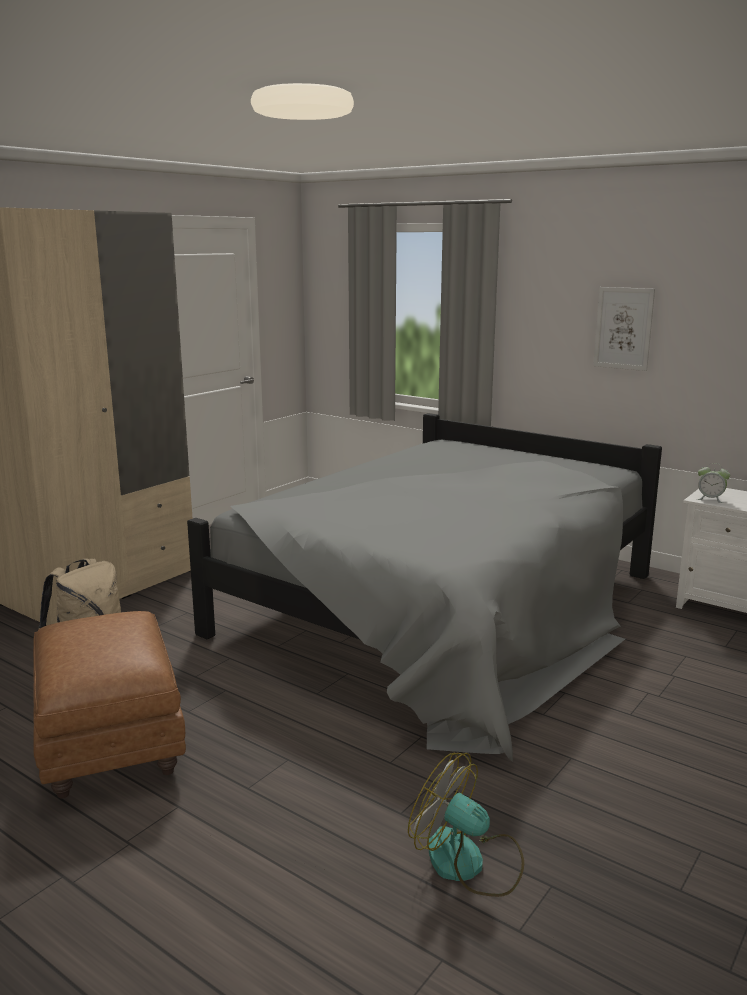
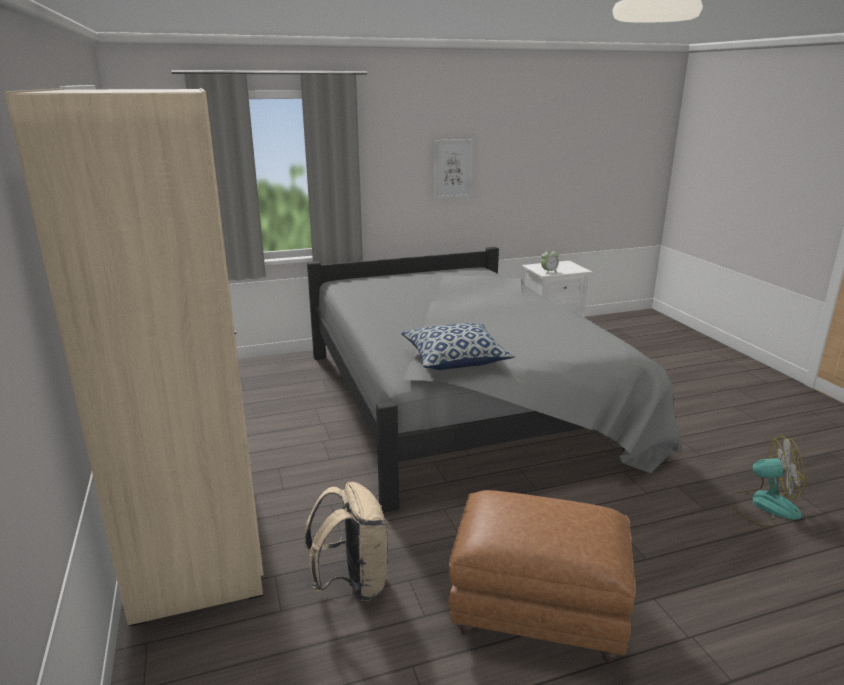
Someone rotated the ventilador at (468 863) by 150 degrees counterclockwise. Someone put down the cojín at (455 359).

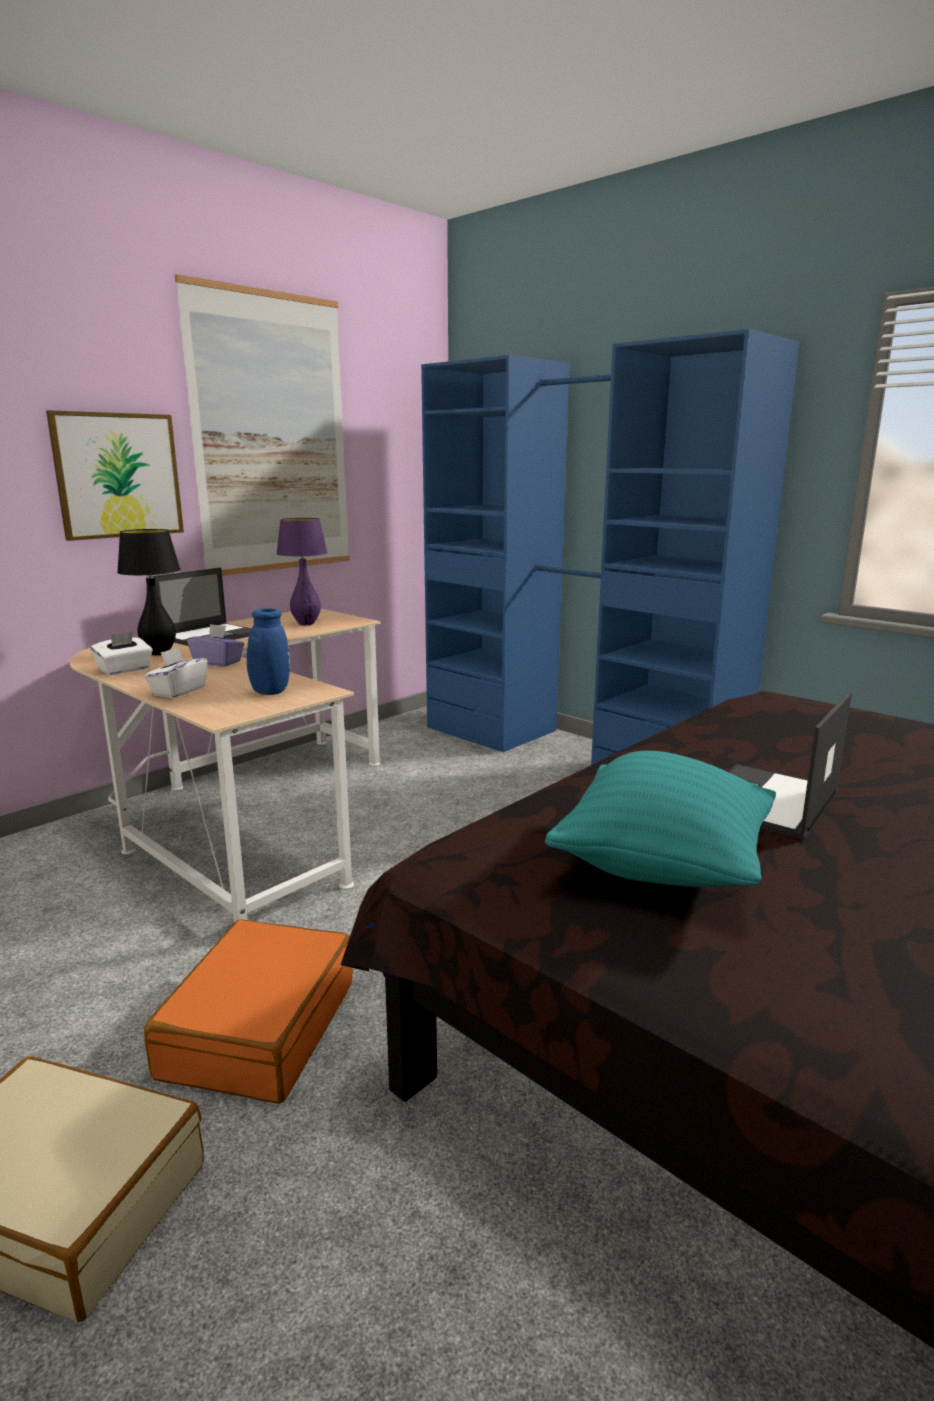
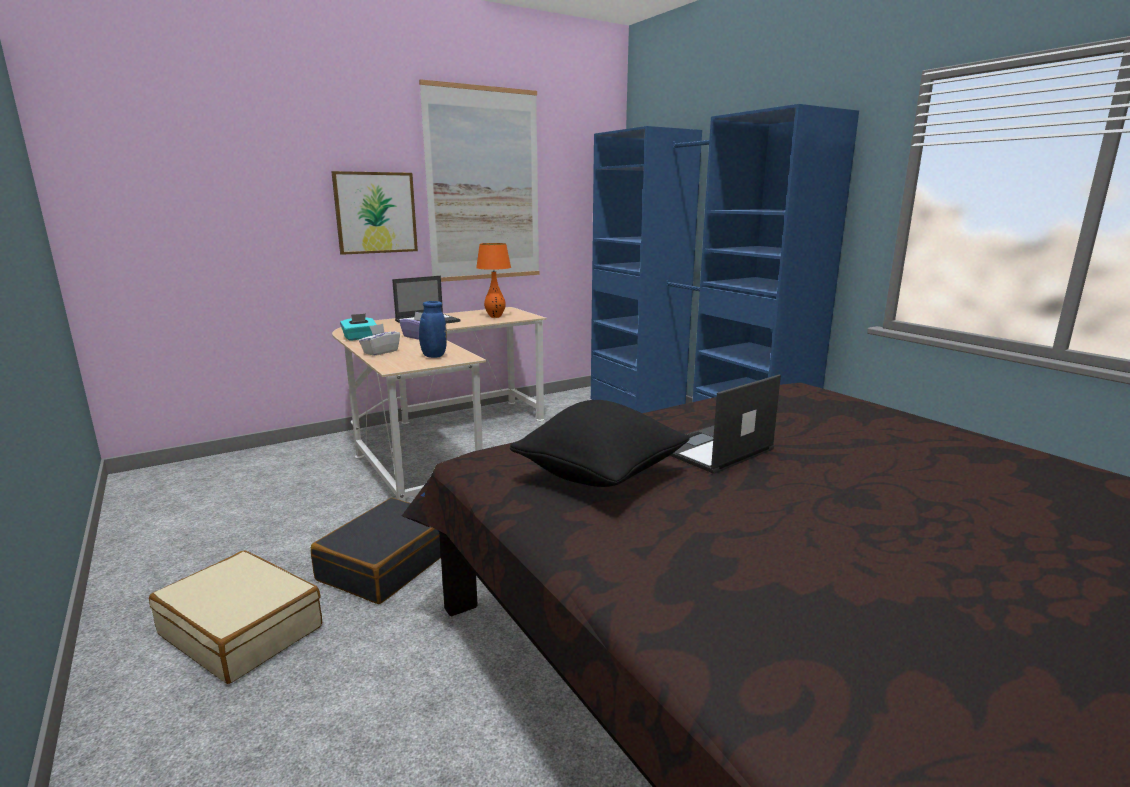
Someone repainted the caja de pañuelos/blanco at (125 670), which became the caja de pañuelos/turquesa at (360 338). Someone took away the lámpara de mesa/negro at (159 653). Someone repainted the maleta/naranja at (259 1028), which became the maleta/negro at (386 563). Someone repainted the lámpara de mesa/morado at (306 624), which became the lámpara de mesa/naranja at (495 317). Someone repainted the cojín/turquesa at (663 866), which became the cojín/negro at (600 477).

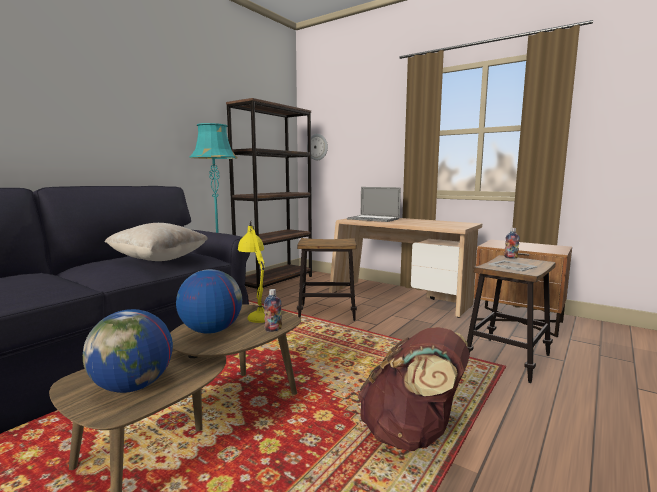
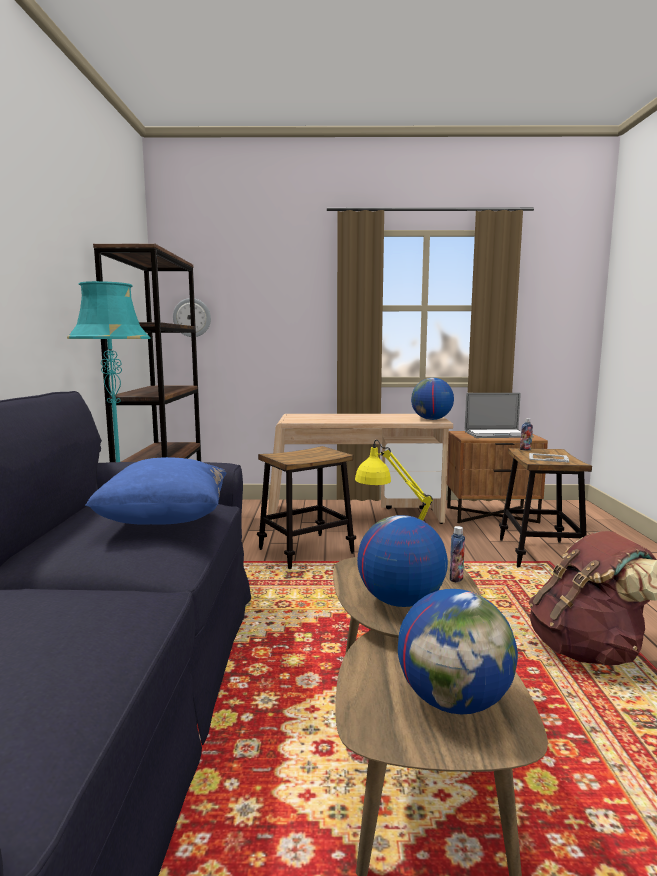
Someone repainted the cojín/beis at (159 260), which became the cojín/azul at (165 521). Someone carried the portátil from (373 219) to (497 434). Someone put down the globo terráqueo at (431 419).

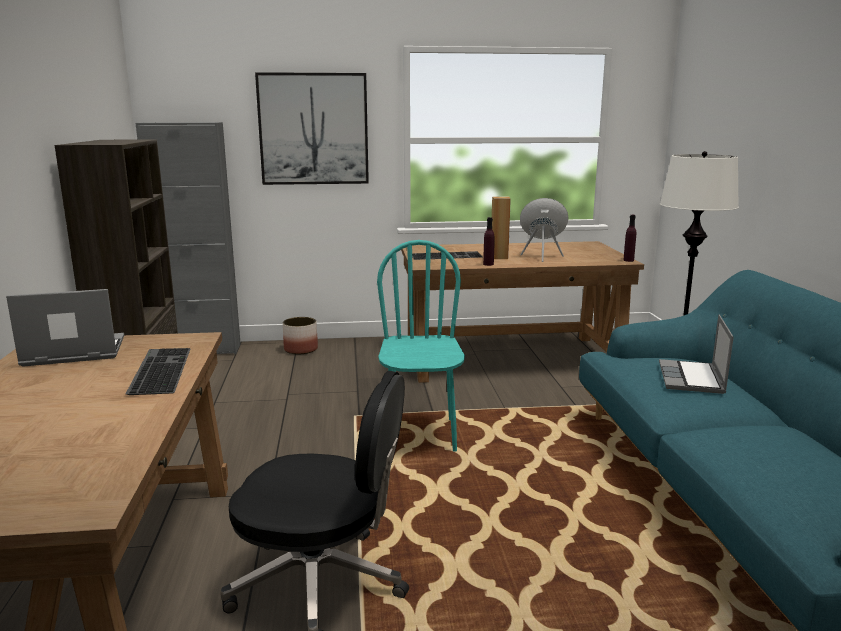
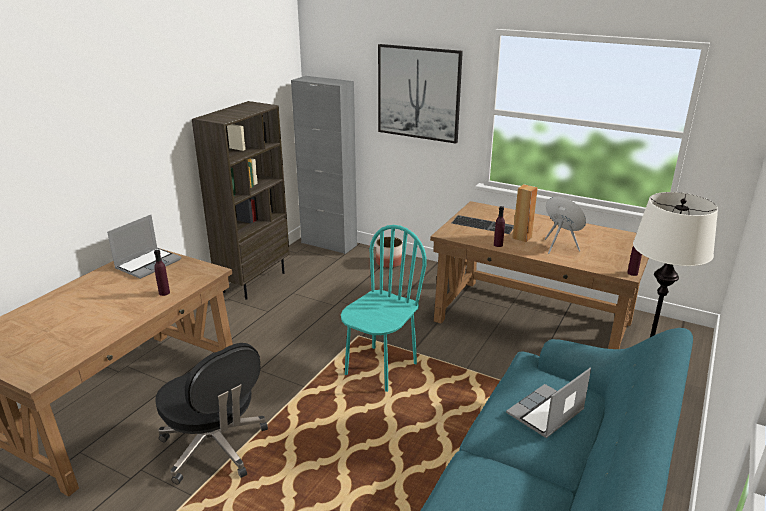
Someone rotated the portátil at (73 352) by 105 degrees clockwise. Someone swapped the teclado at (158 370) for the botella/morado at (164 293).

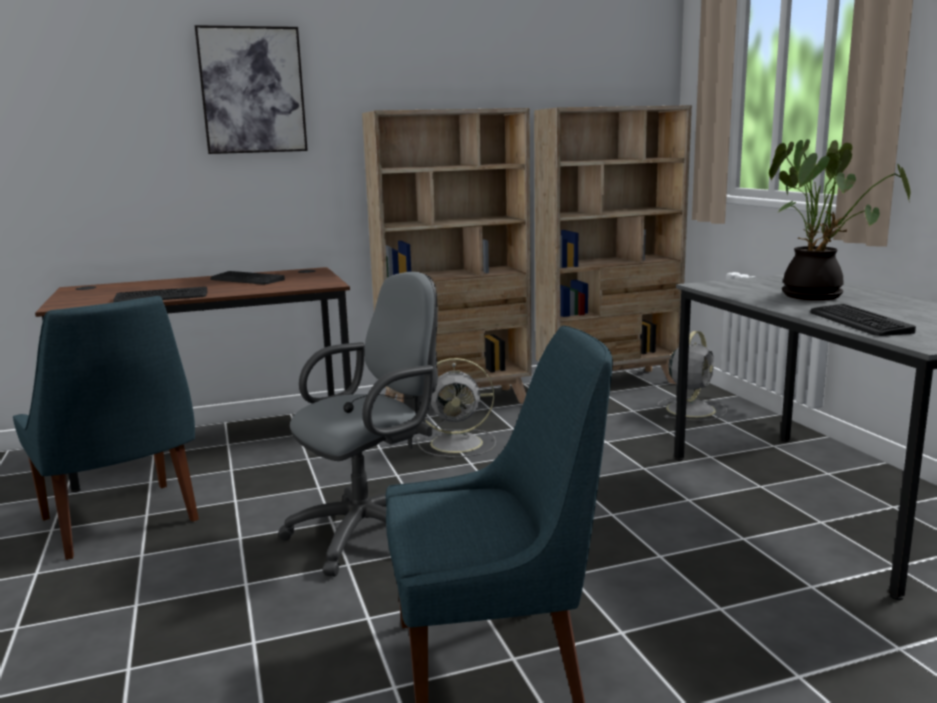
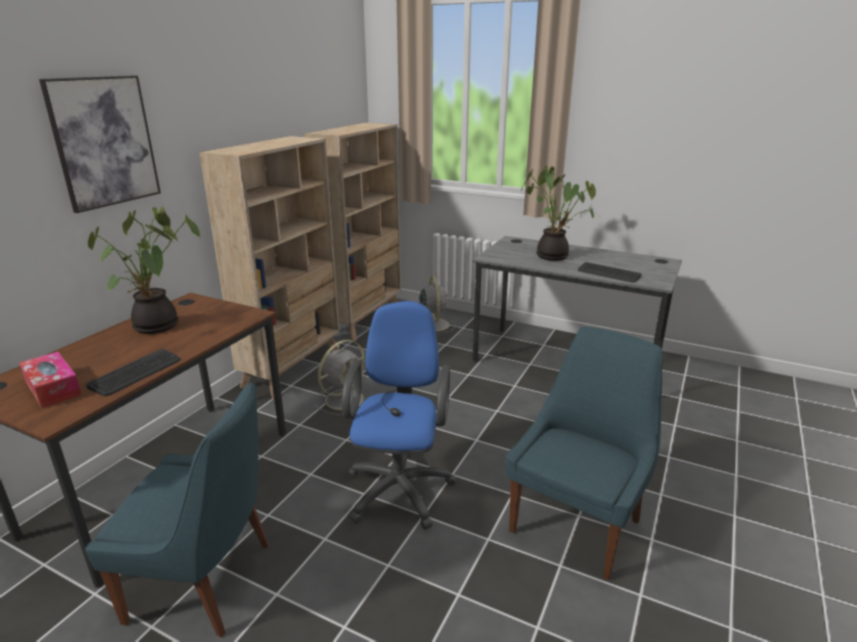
Someone swapped the teclado at (246 279) for the planta en maceta at (158 327). Someone repainted the silla de oficina/gris at (373 532), which became the silla de oficina/azul at (400 486). Someone put down the caja de pañuelos at (53 388).

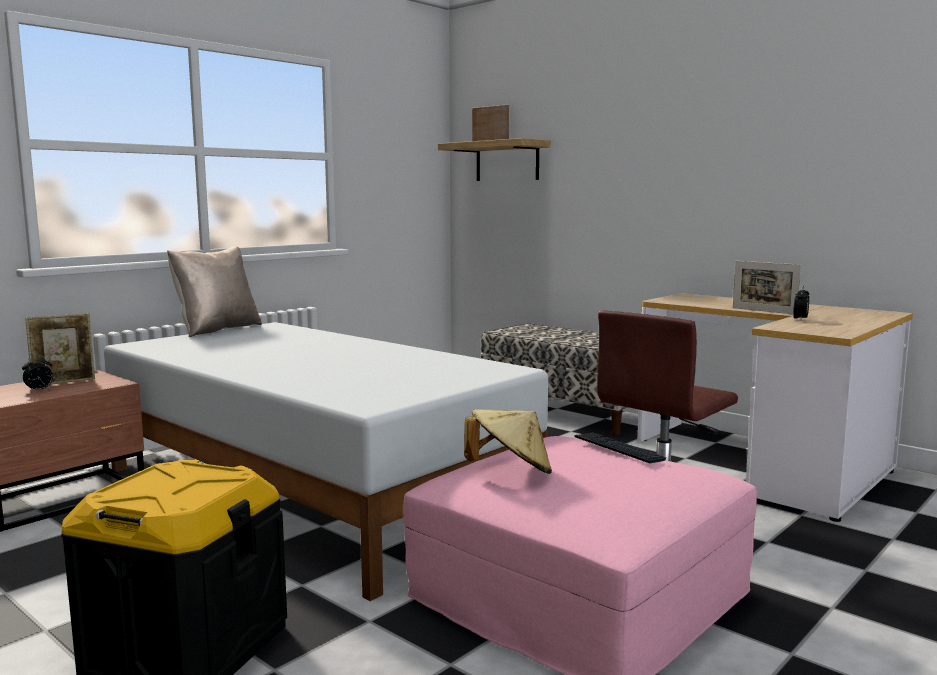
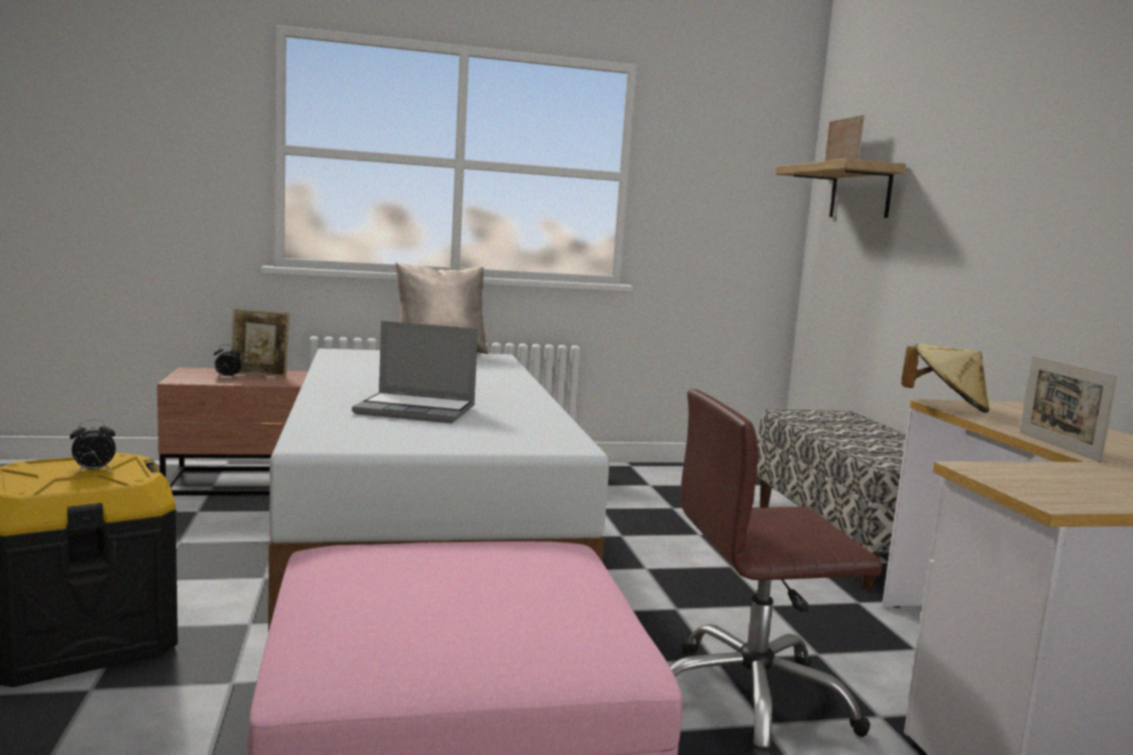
Someone carried the sombrero/beis from (510 471) to (946 406). Someone took away the teclado at (618 449). Someone carried the despertador from (800 319) to (93 471). Someone put down the portátil at (417 410).

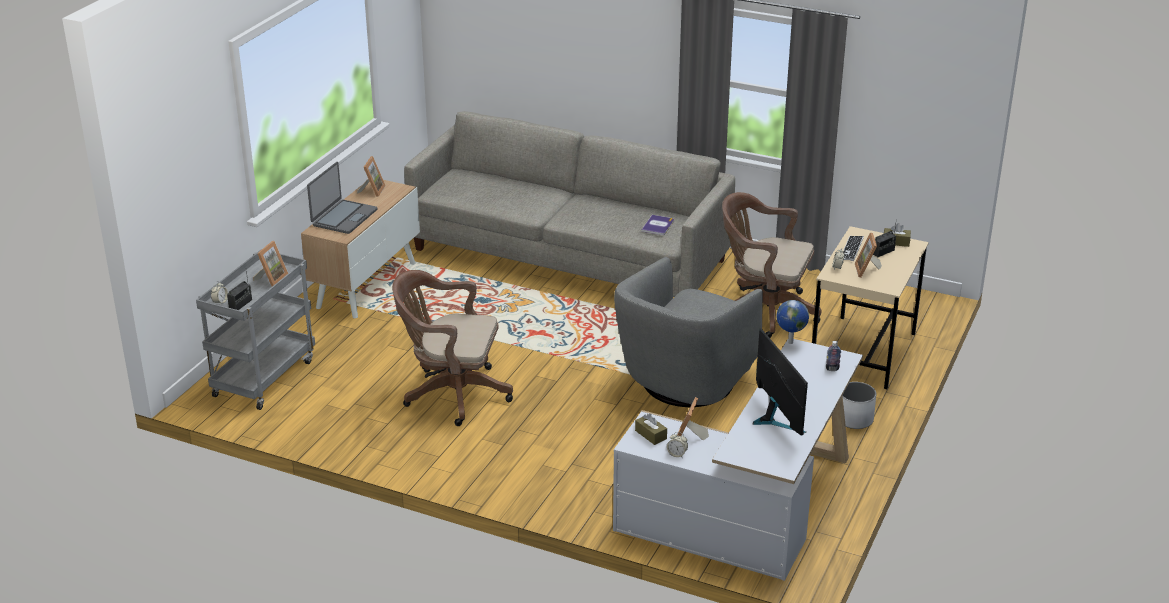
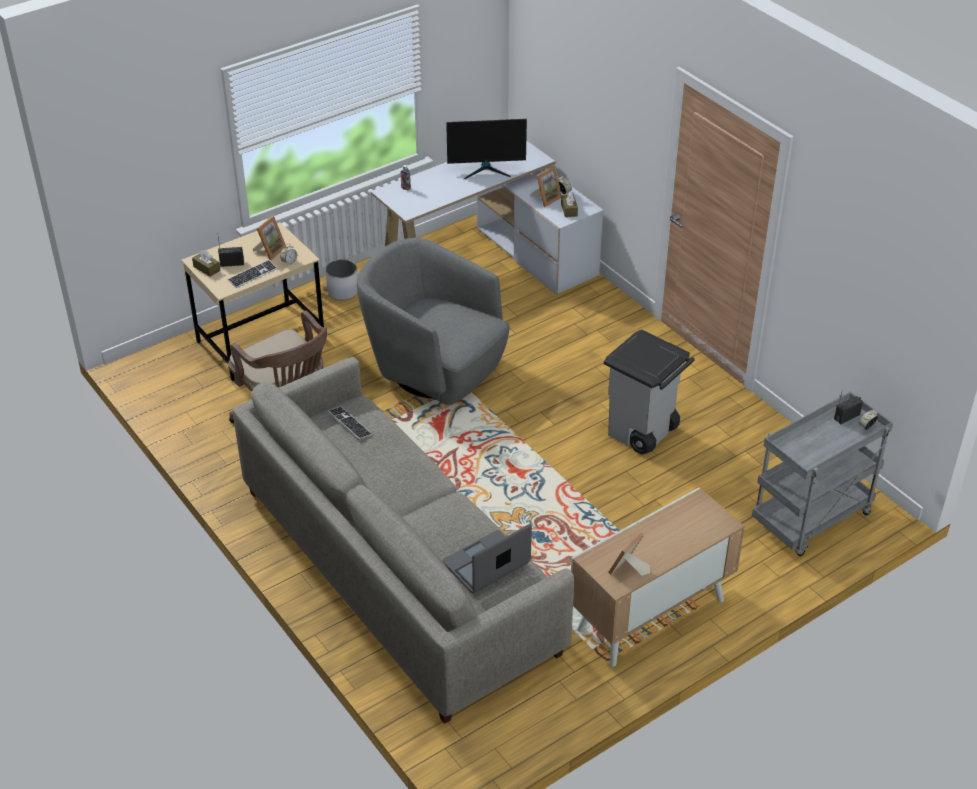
Someone took away the portarretratos at (271 279). Someone carried the portátil from (343 217) to (487 564). Someone swapped the silla de oficina/marrón at (451 394) for the papelera/gris at (642 433). Someone rotated the sillón/gris at (685 382) by 120 degrees counterclockwise. Someone swapped the libro at (658 225) for the teclado at (350 424). Someone rotated the monitor at (775 419) by 105 degrees counterclockwise. Someone took away the globo terráqueo at (789 342).

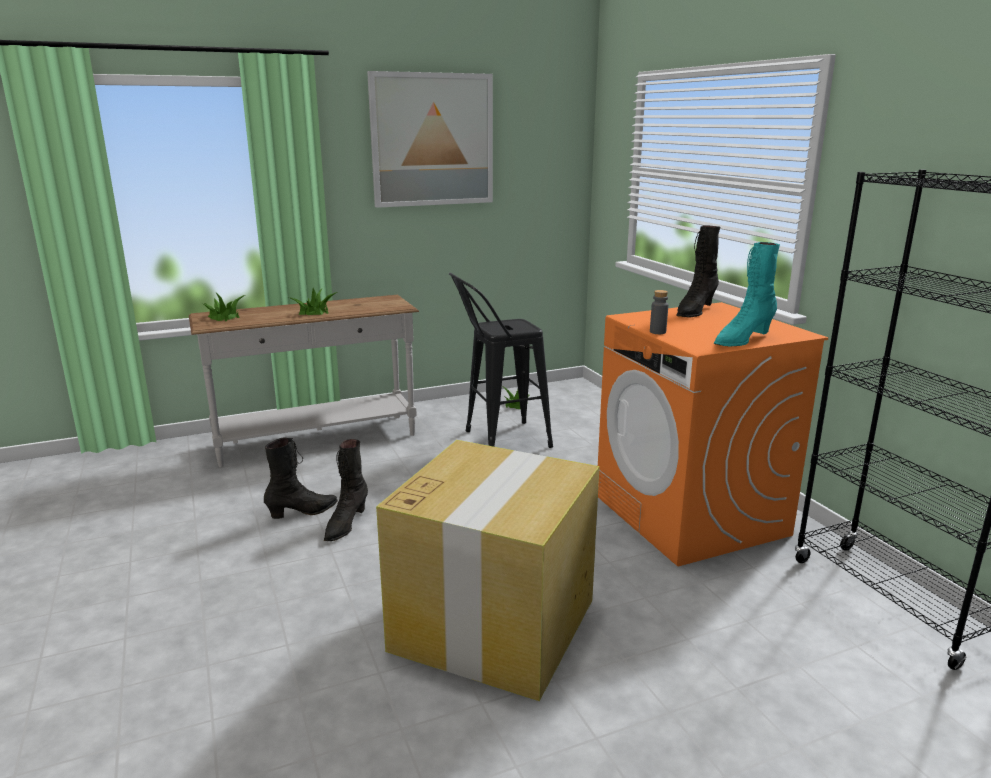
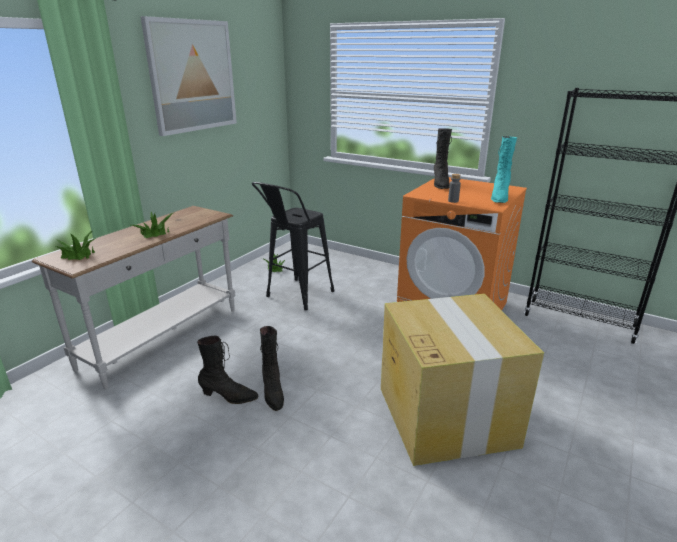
Someone rotated the bota/negro at (303 512) by 75 degrees clockwise.

